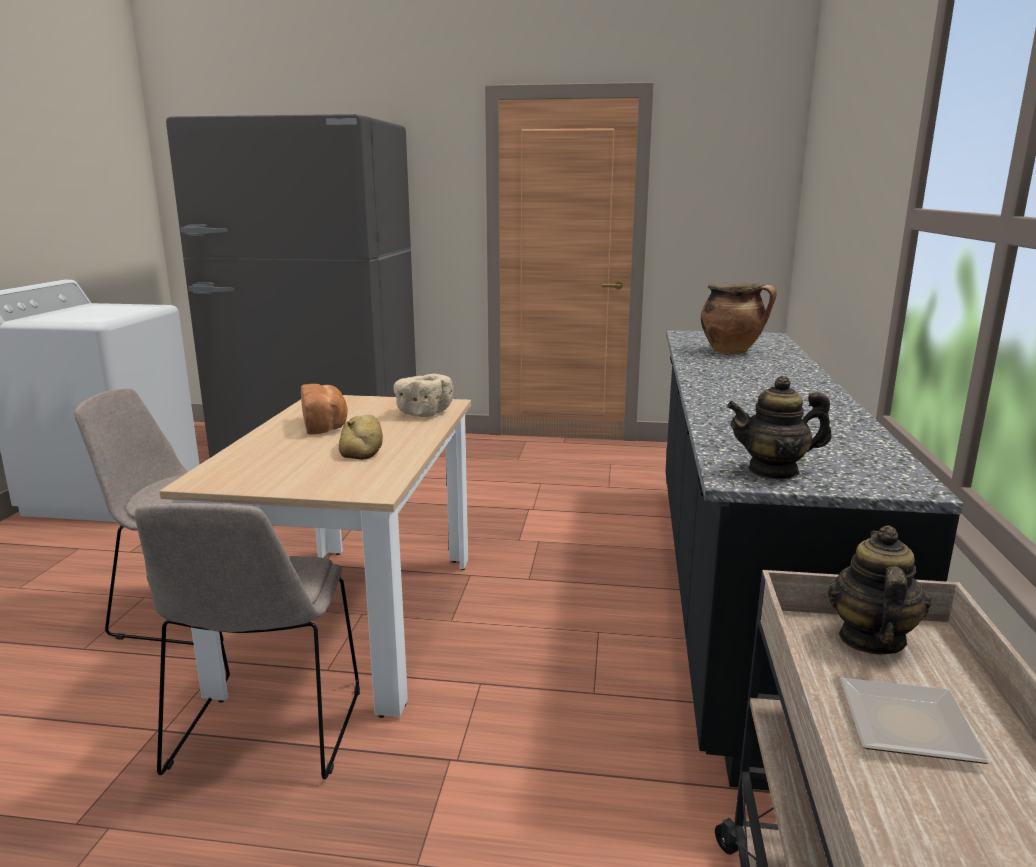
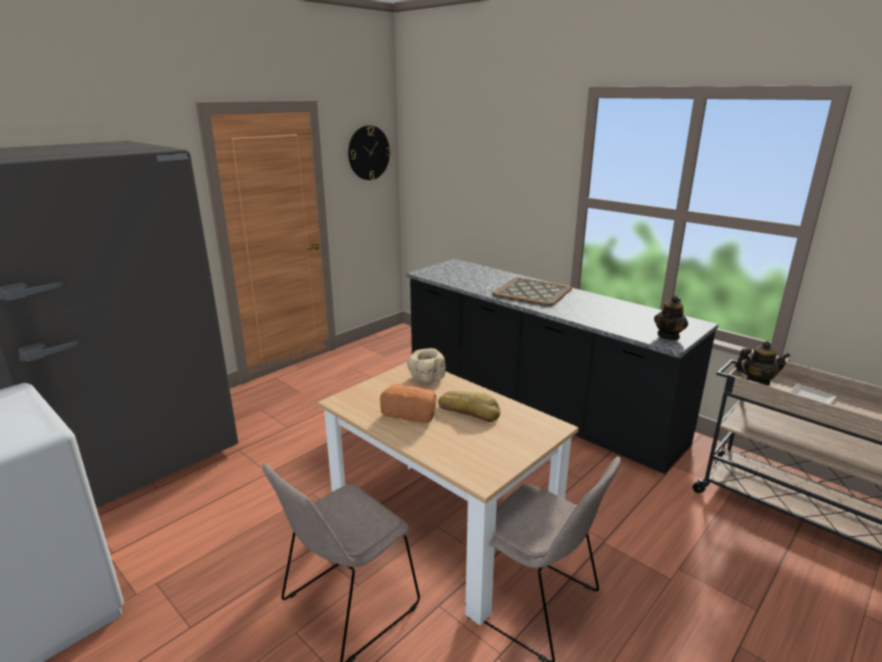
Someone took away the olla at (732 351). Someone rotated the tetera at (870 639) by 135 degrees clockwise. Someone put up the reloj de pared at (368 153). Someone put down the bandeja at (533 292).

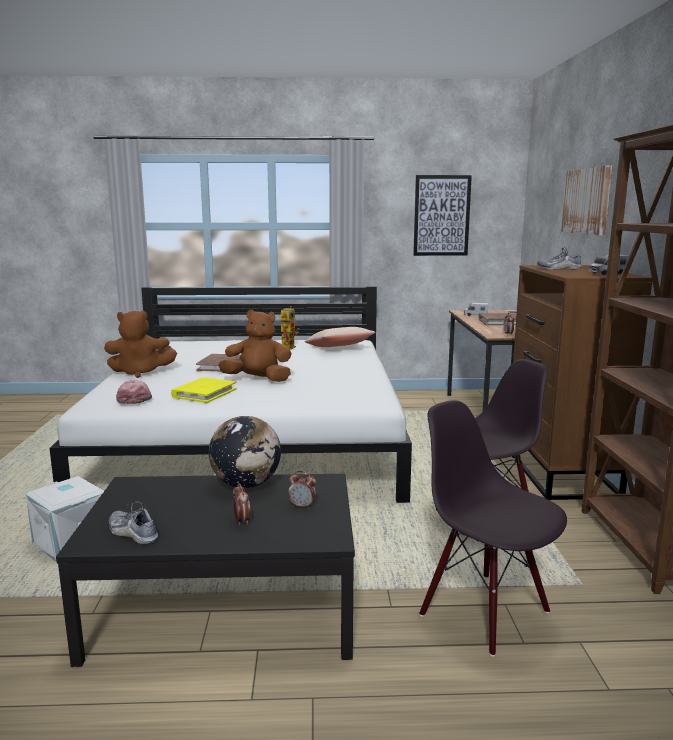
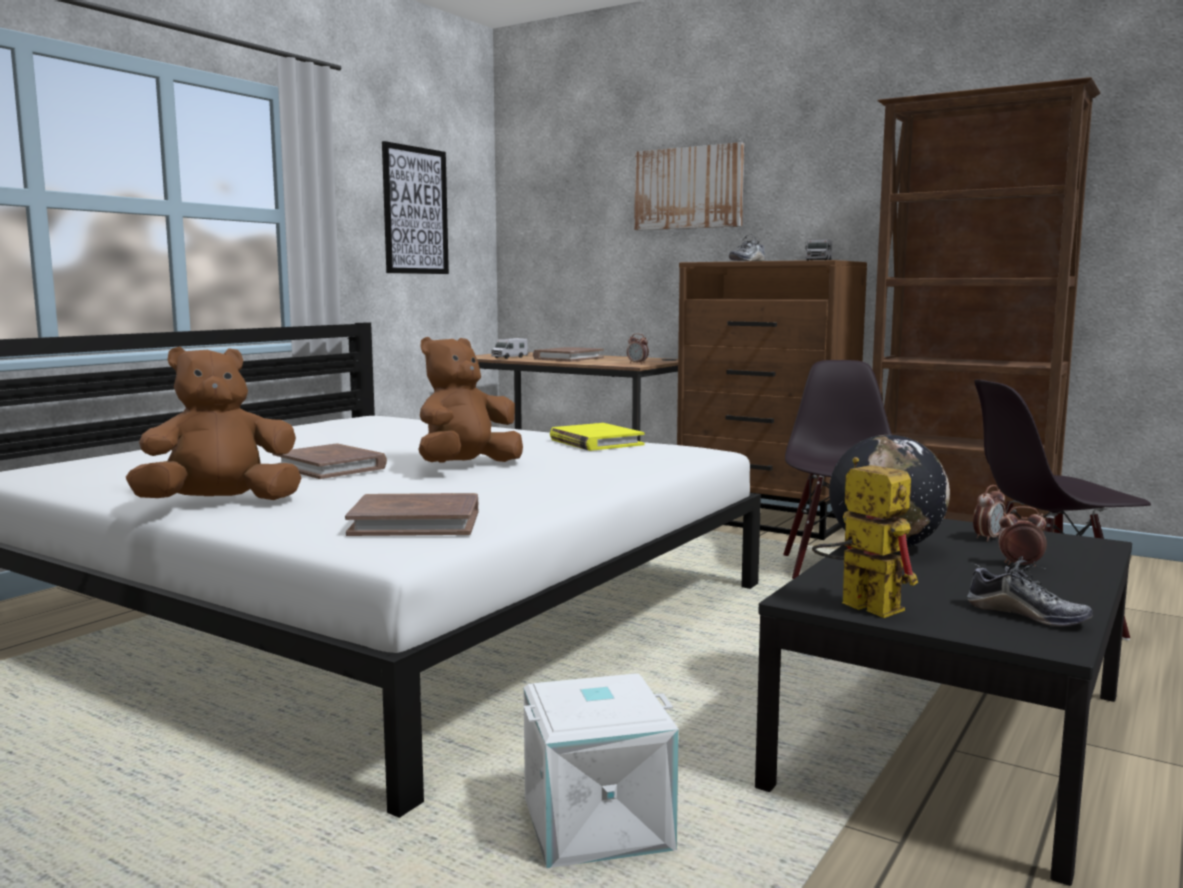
Someone rotated the peluche/marrón at (140 372) by 150 degrees counterclockwise. Someone rotated the zapato at (133 533) by 120 degrees counterclockwise. Someone swapped the gorra/rosa at (134 398) for the libro/marrón at (415 522). Someone carried the libro/amarillo from (204 393) to (595 442). Someone carried the robot de juguete from (288 347) to (858 605). Someone took away the cojín/beis at (339 348).

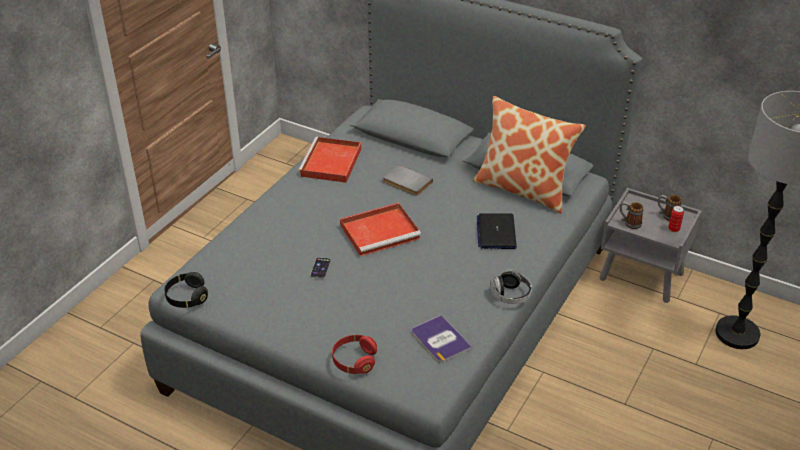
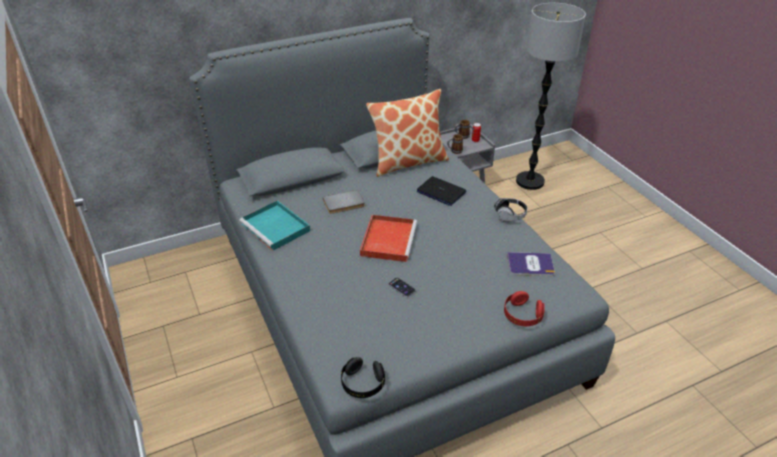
Someone repainted the bandeja/rojo at (331 163), which became the bandeja/turquesa at (276 228).

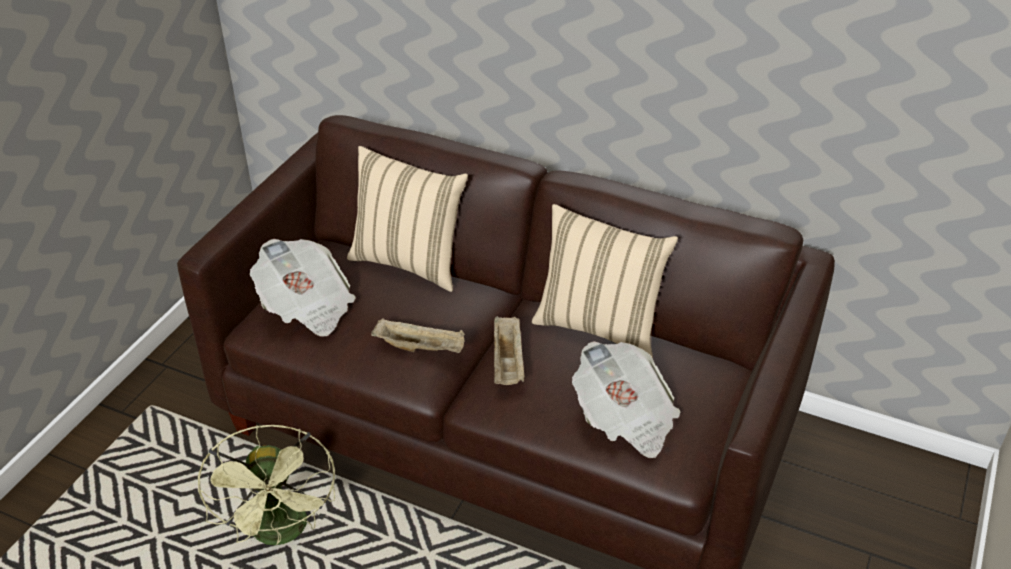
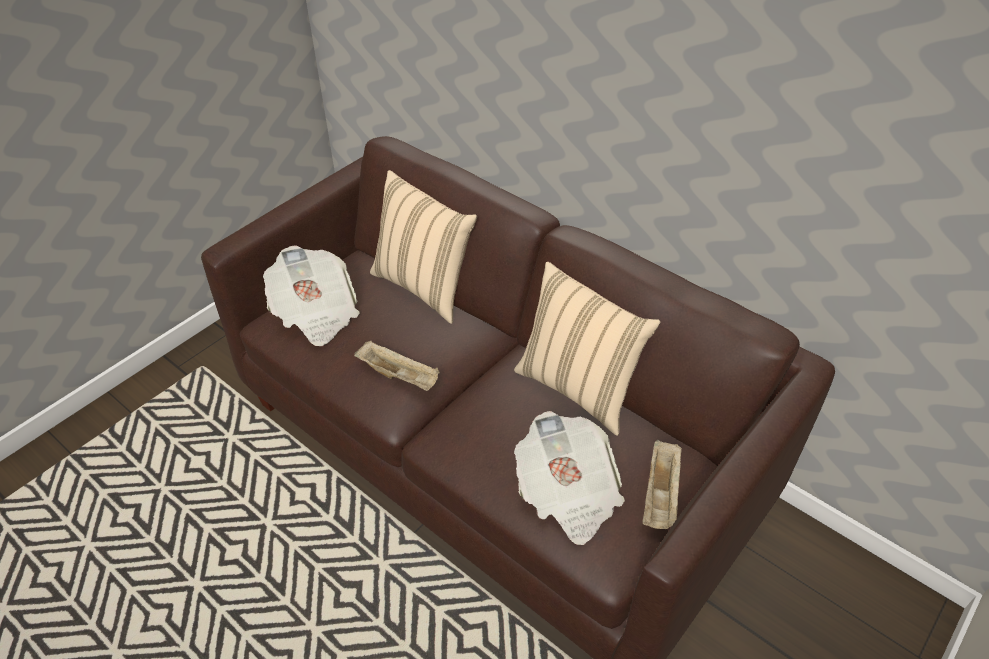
Someone took away the ventilador/verde at (283 534). Someone carried the bandeja/beis from (508 363) to (661 495).

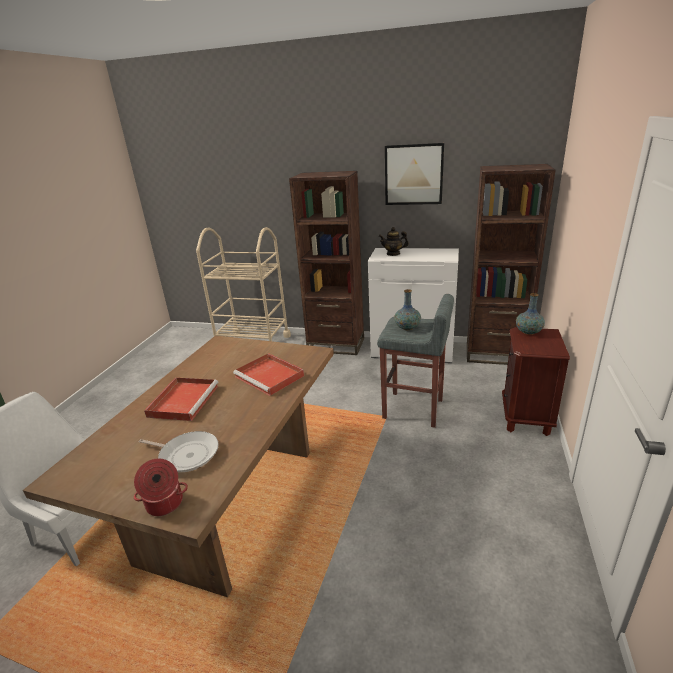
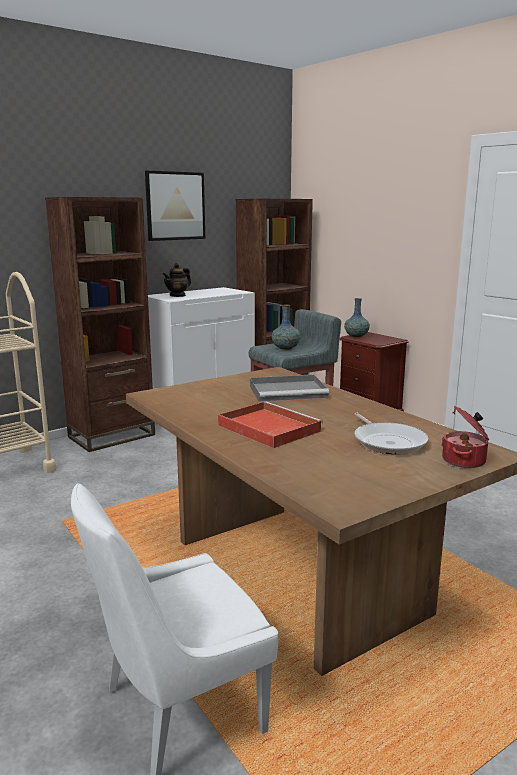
Someone rotated the sartén at (186 454) by 105 degrees clockwise. Someone repainted the bandeja/rojo at (270 376), which became the bandeja/gris at (289 392).

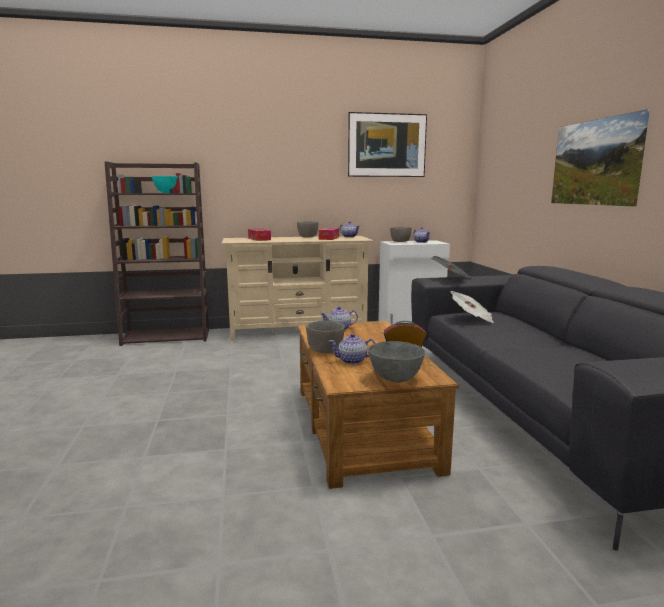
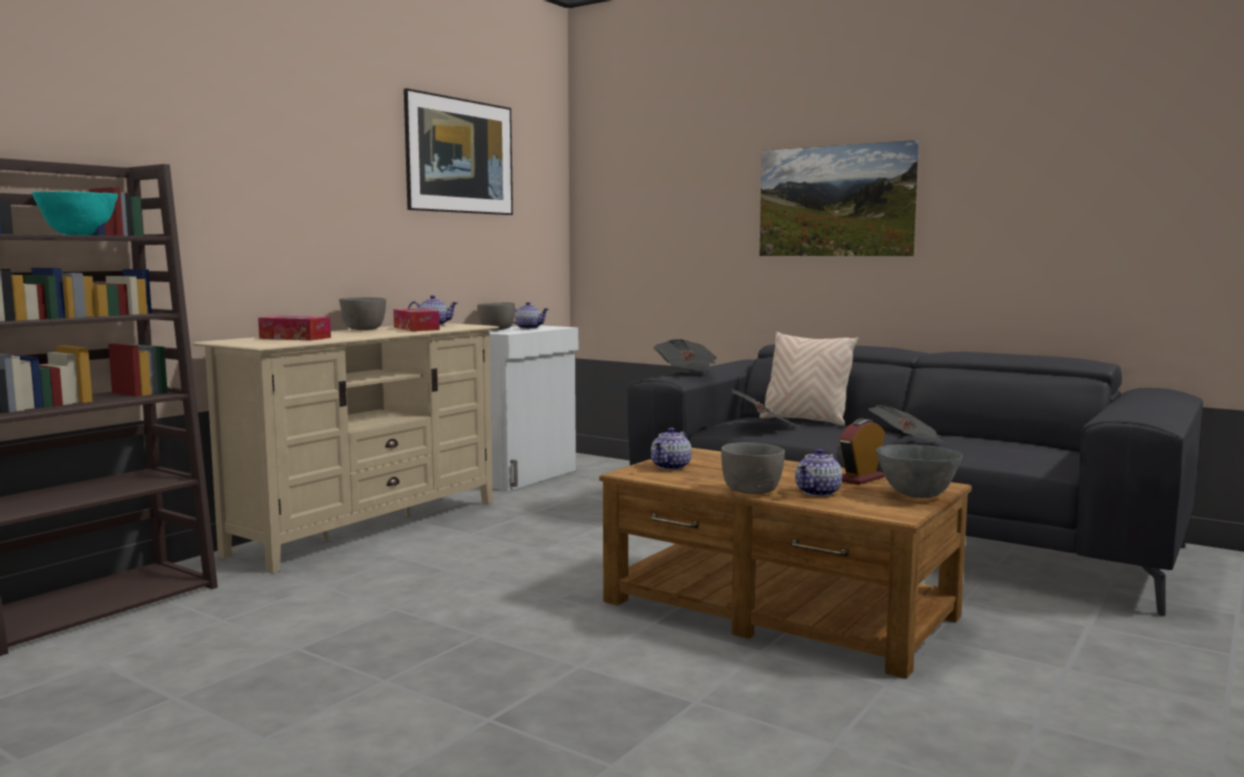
Someone put down the cojín/beis at (805 420). Someone put down the periódico at (907 444).

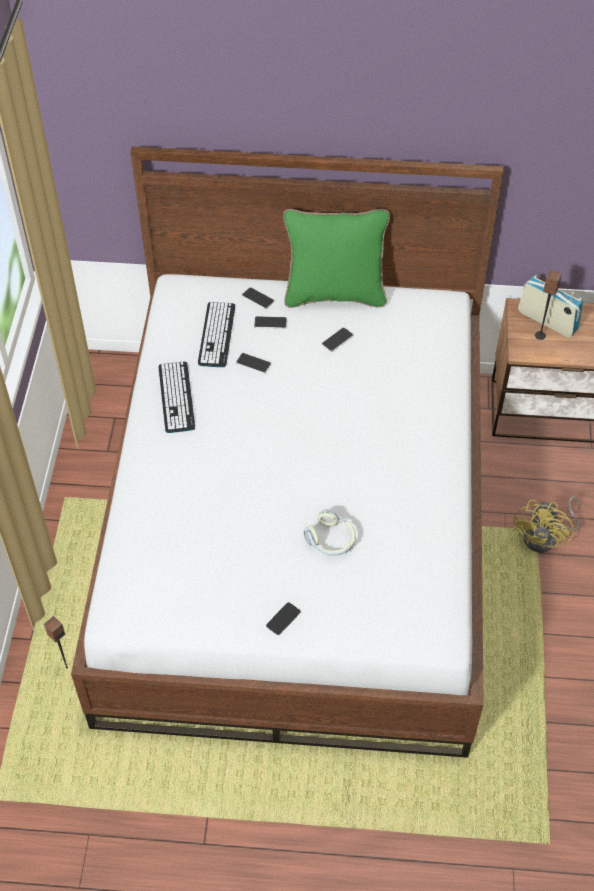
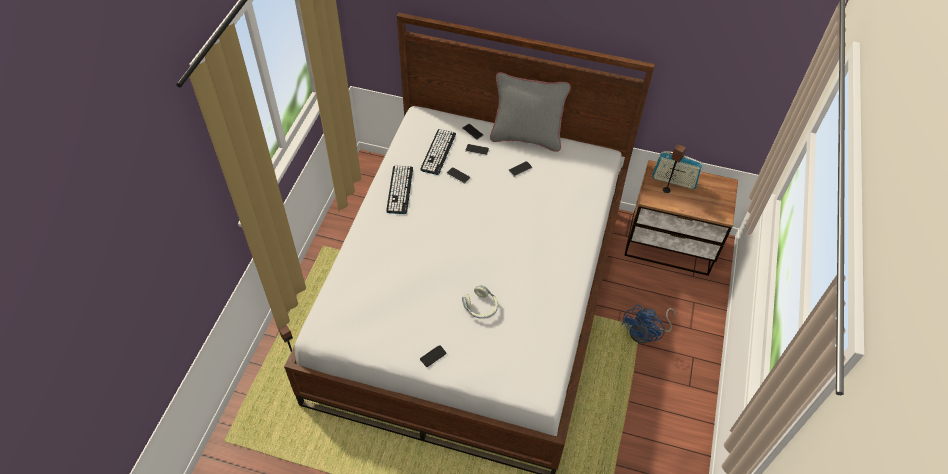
Someone repainted the cojín/verde at (334 294), which became the cojín/gris at (526 138). Someone repainted the ventilador/amarillo at (546 537), which became the ventilador/azul at (646 333). Someone rotated the radio at (547 320) by 150 degrees clockwise.

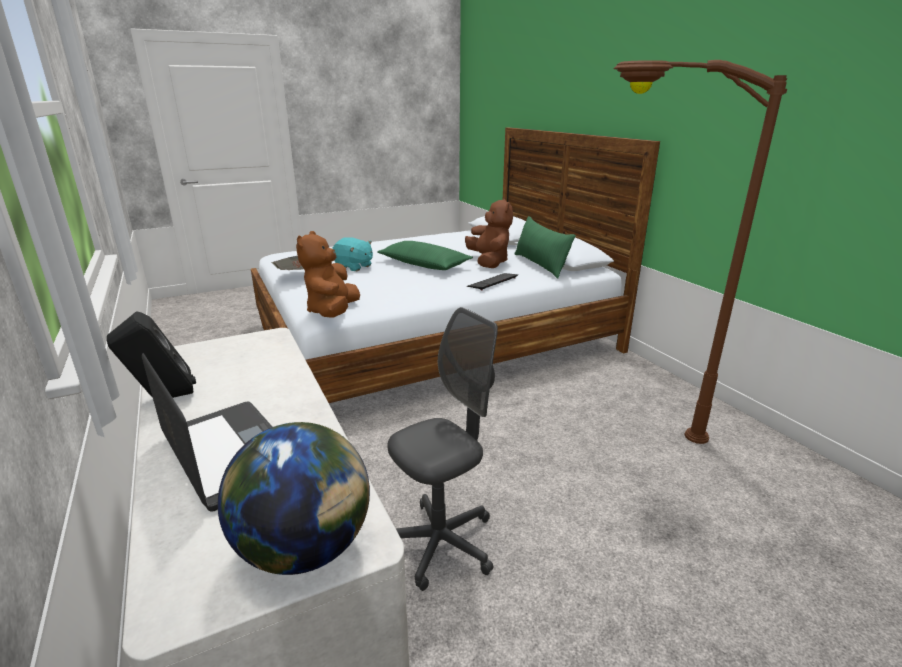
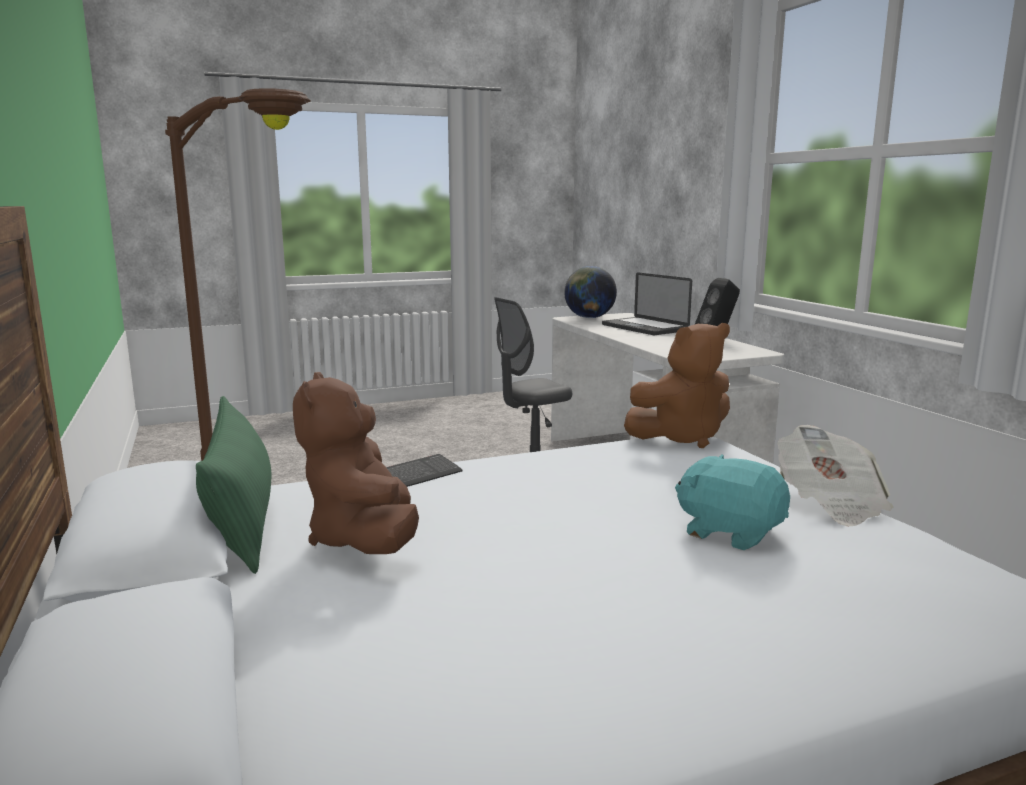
Someone rotated the peluche/marrón at (333 312) by 60 degrees clockwise. Someone took away the cojín/verde at (424 264).

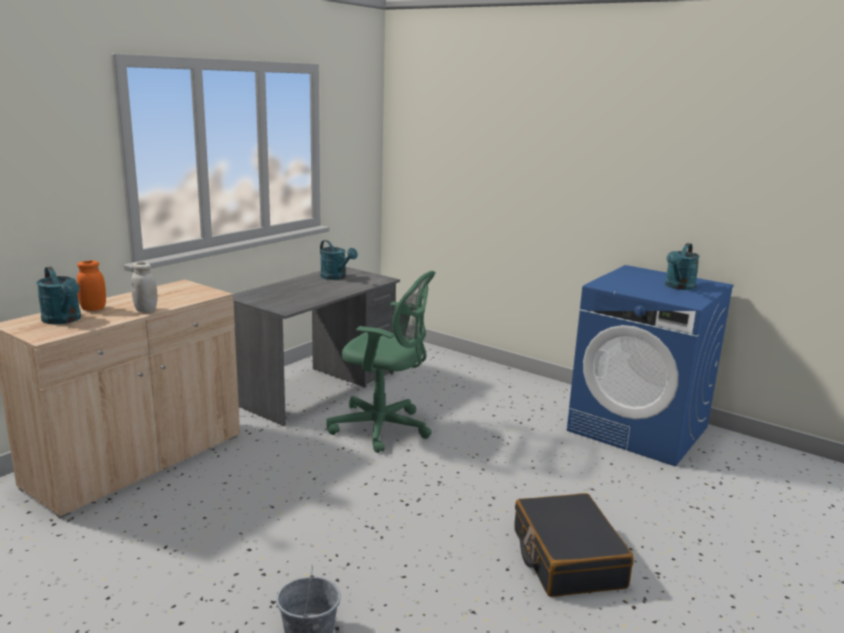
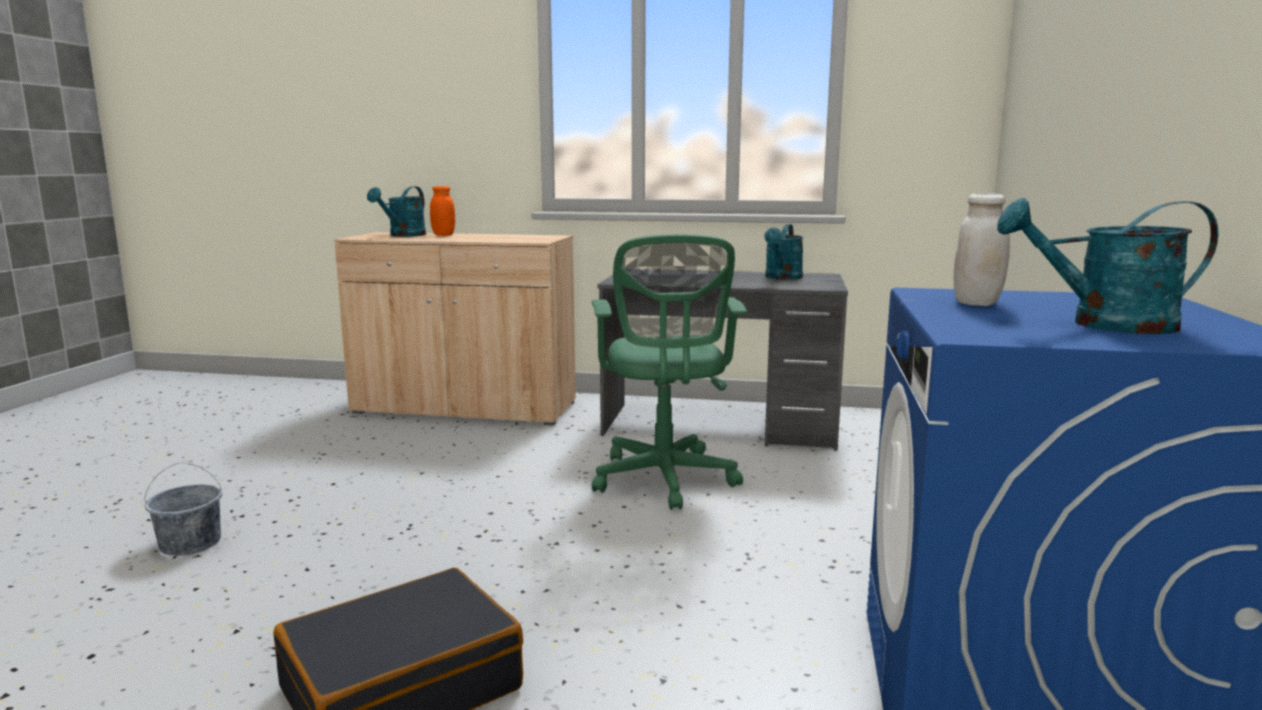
Someone carried the tarro/blanco from (146 310) to (976 303).

